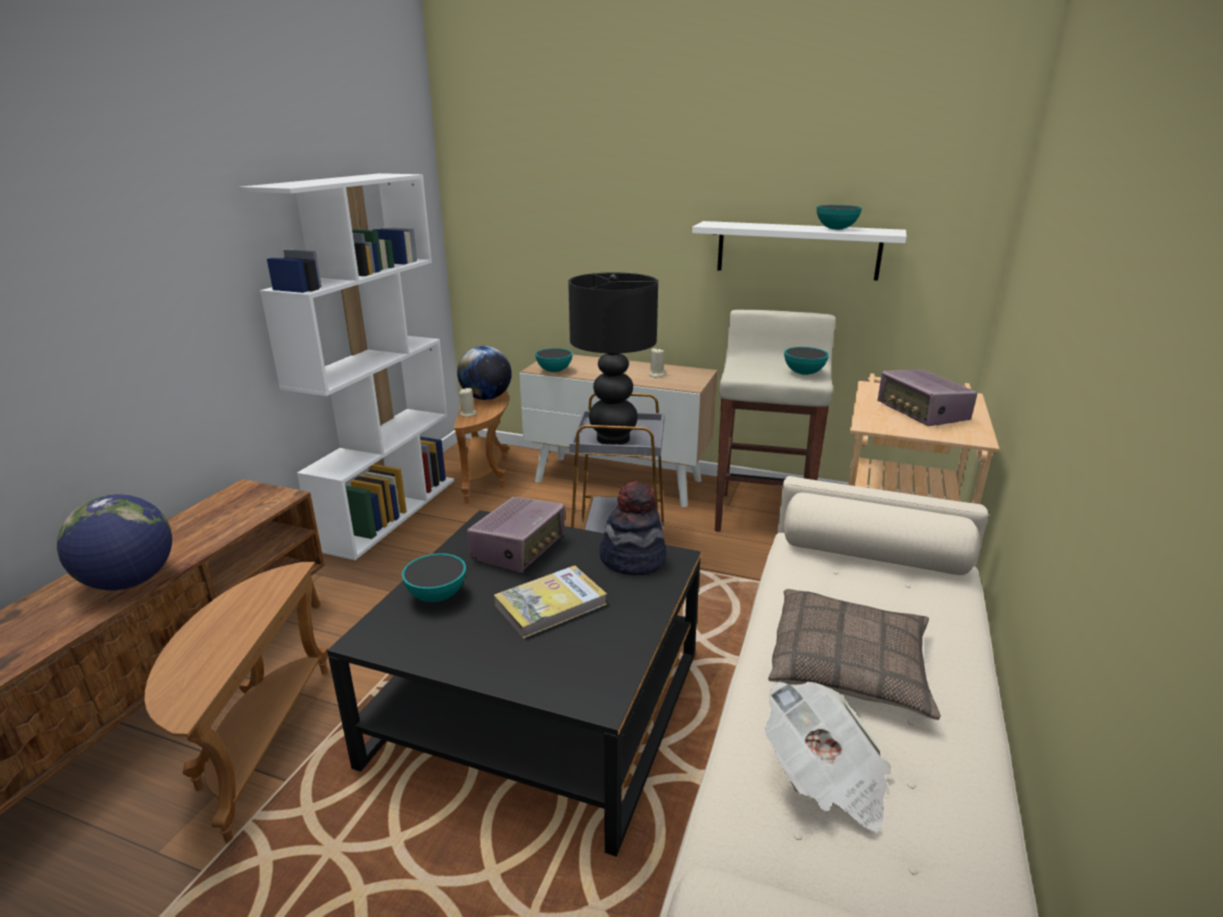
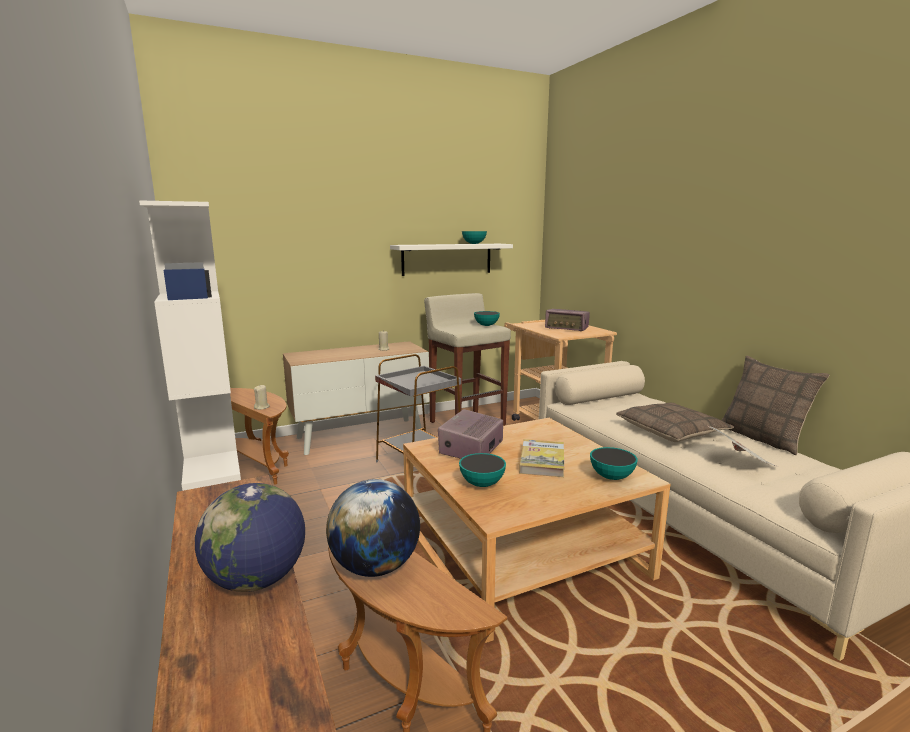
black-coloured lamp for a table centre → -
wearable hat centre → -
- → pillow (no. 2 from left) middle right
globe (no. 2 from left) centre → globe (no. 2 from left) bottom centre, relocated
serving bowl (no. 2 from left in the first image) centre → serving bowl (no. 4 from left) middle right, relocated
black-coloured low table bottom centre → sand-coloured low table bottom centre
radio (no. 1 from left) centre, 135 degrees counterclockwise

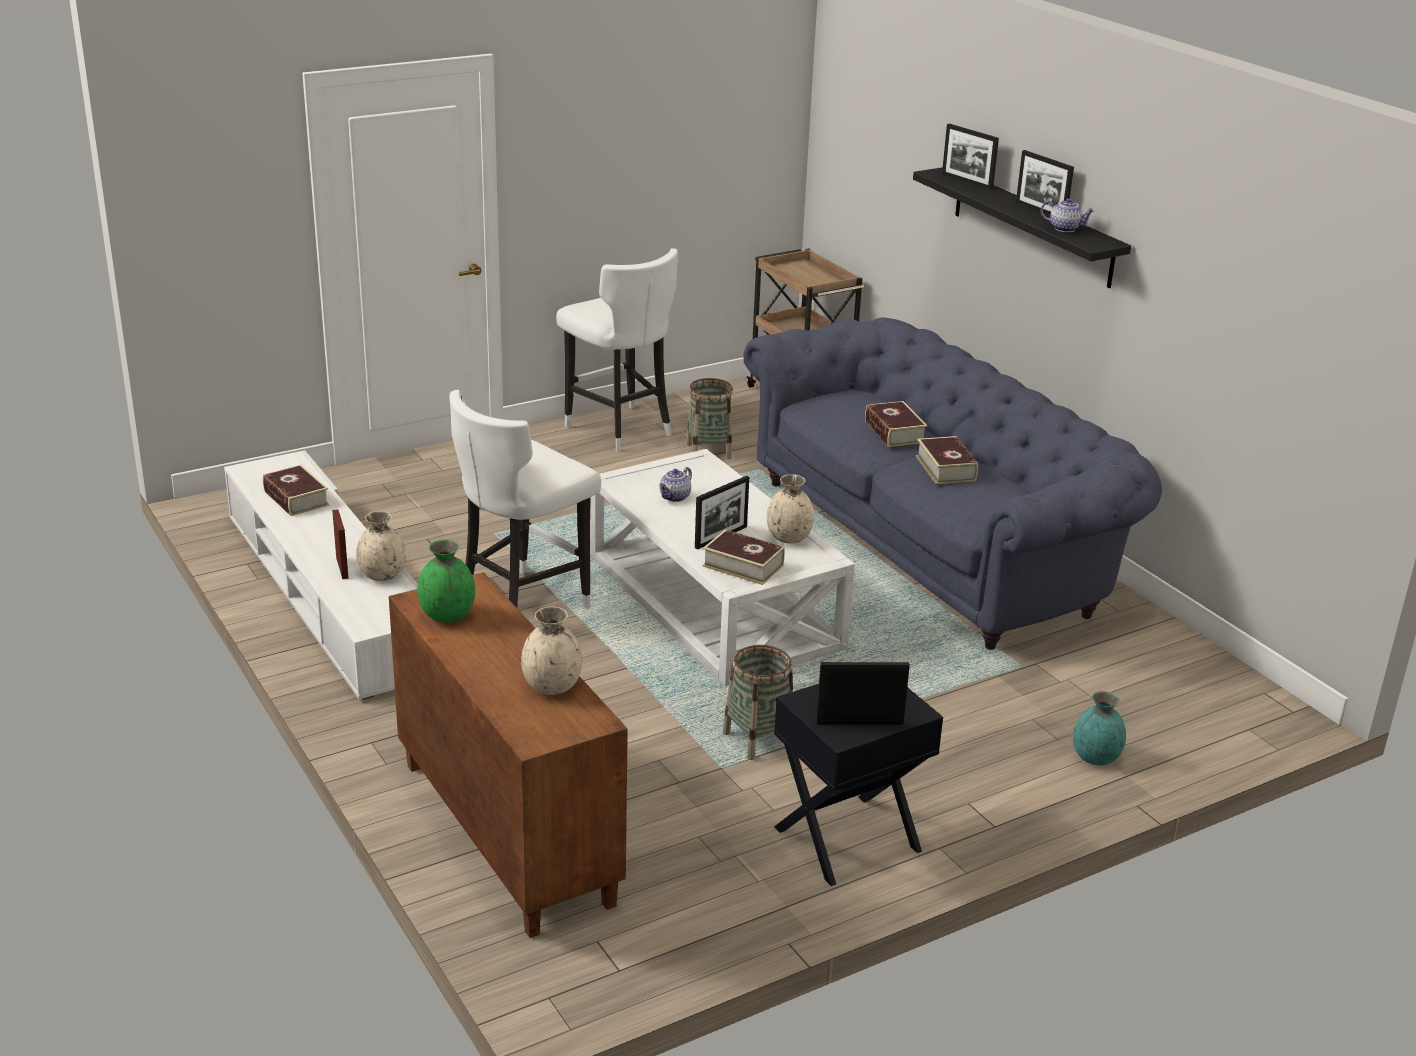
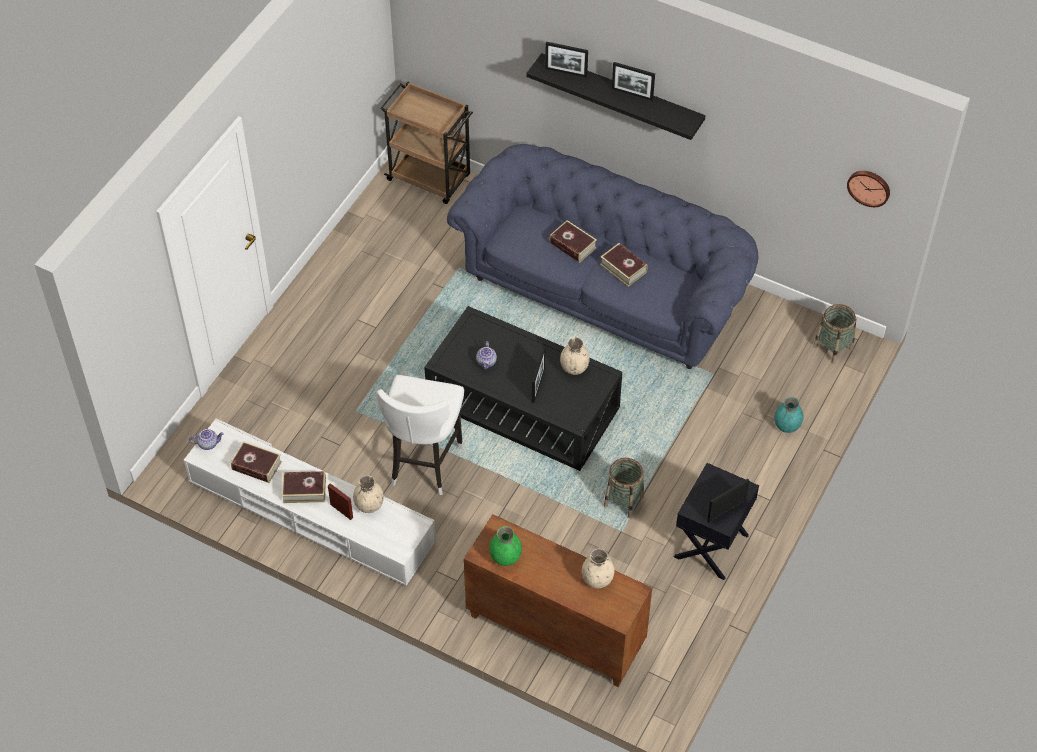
white sitting stool (no. 2 from left) top centre → -
- → clock on the wall top right
basket (no. 1 from left in the first image) centre → basket (no. 2 from left) middle right, relocated
volume (no. 2 from left) centre → volume (no. 2 from left) middle left, relocated
tea pot (no. 2 from left in the first image) top right → tea pot (no. 1 from left) middle left, relocated
white low table centre → black-coloured low table centre

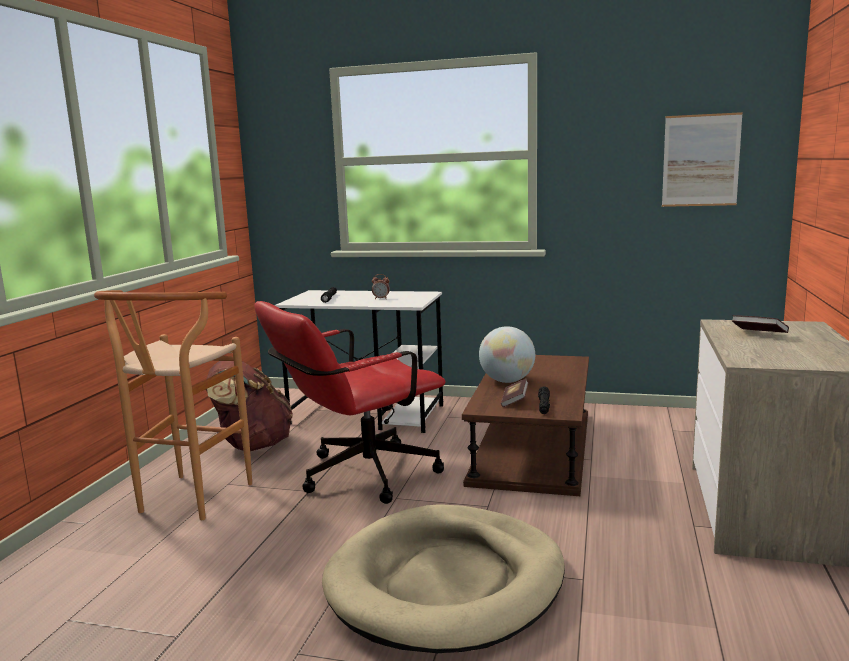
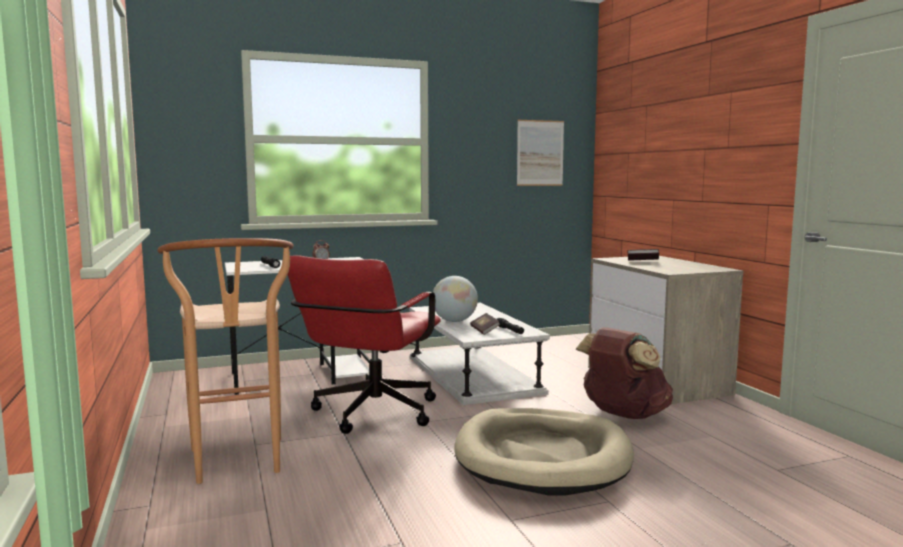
brown backpack middle left → brown backpack bottom right, relocated
brown low table centre → white low table centre

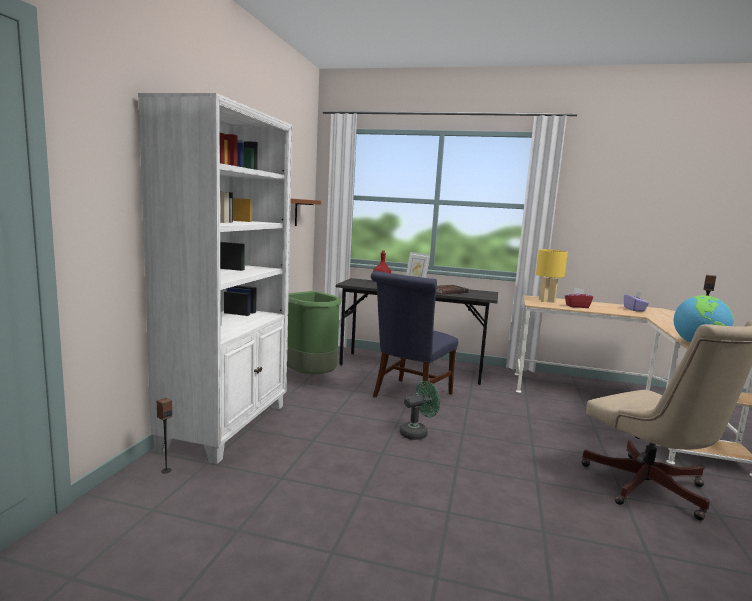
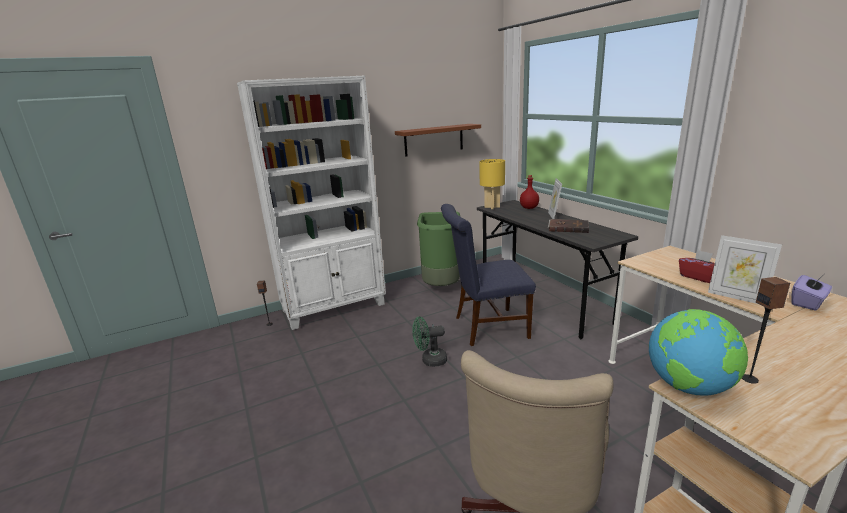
- → standing frame (no. 2 from left) middle right
yellow lamp for a table middle right → yellow lamp for a table centre, relocated
greenish cooling fan bottom centre → greenish cooling fan centre, 150 degrees clockwise

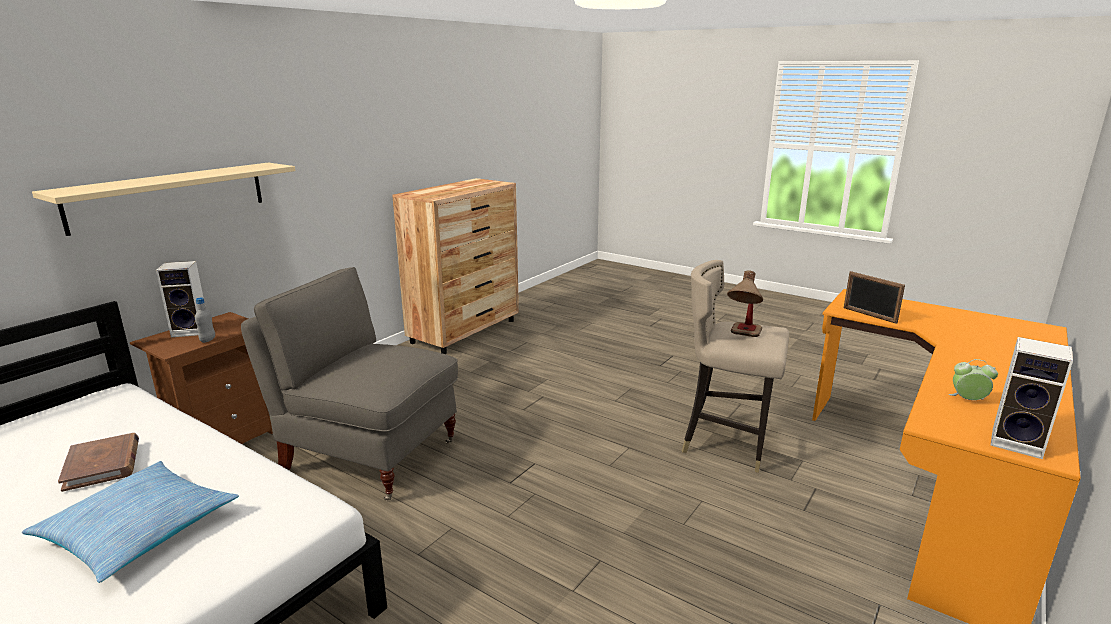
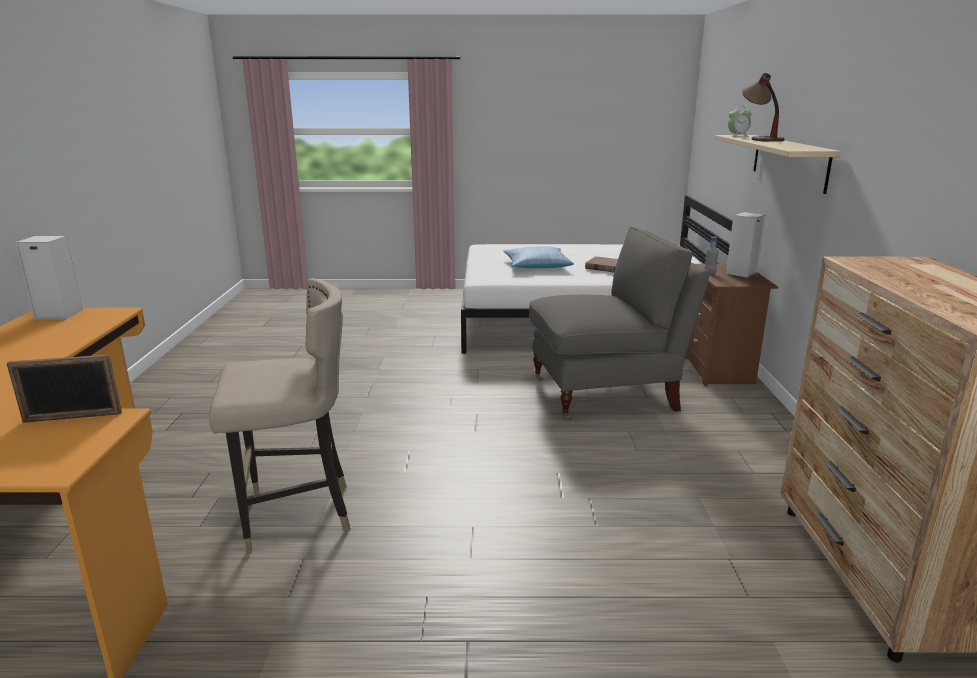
lamp for a table middle right → lamp for a table top right, relocated
table clock middle right → table clock top right, relocated
standing frame middle right → standing frame middle left, 150 degrees clockwise

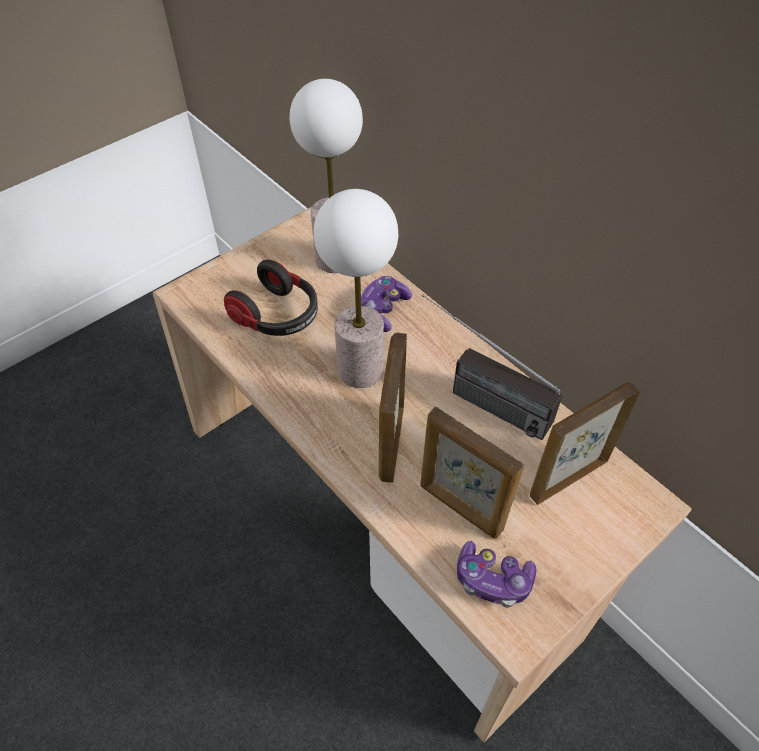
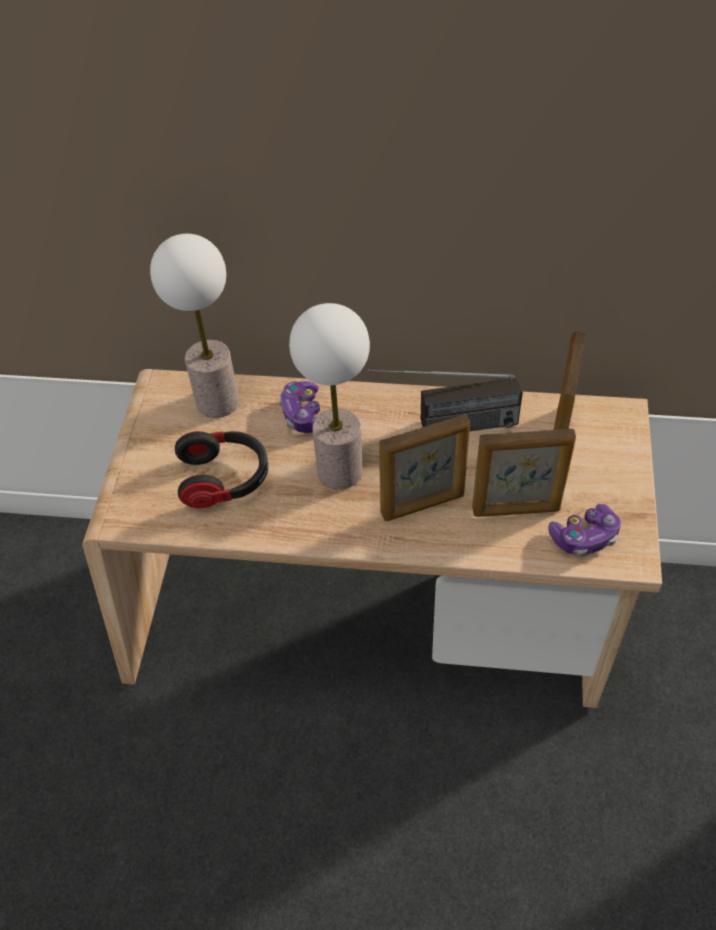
standing frame (no. 1 from left) centre, 75 degrees counterclockwise

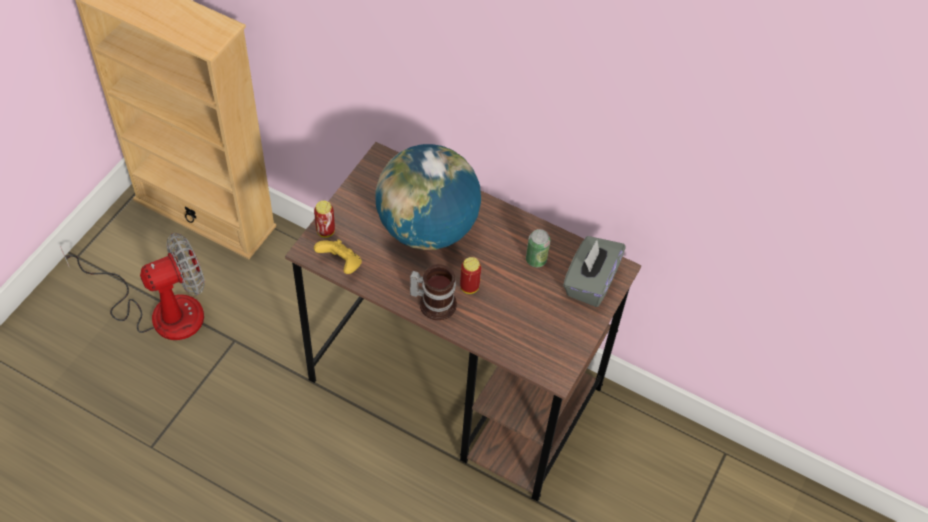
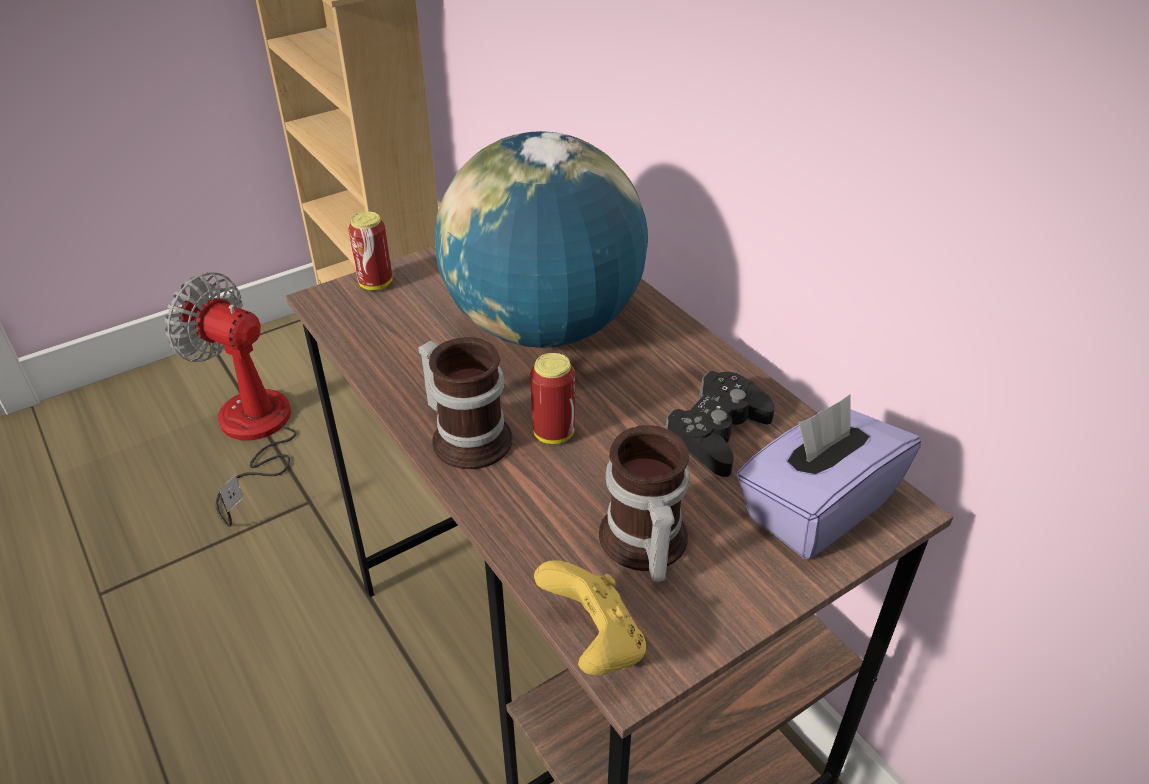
- → mug (no. 2 from left) centre
yellow game controller centre → yellow game controller bottom centre, relocated
sealed can (no. 3 from left) centre → black-coloured game controller centre
gray tissue box centre → purple tissue box middle right
cooling fan middle left, 150 degrees counterclockwise

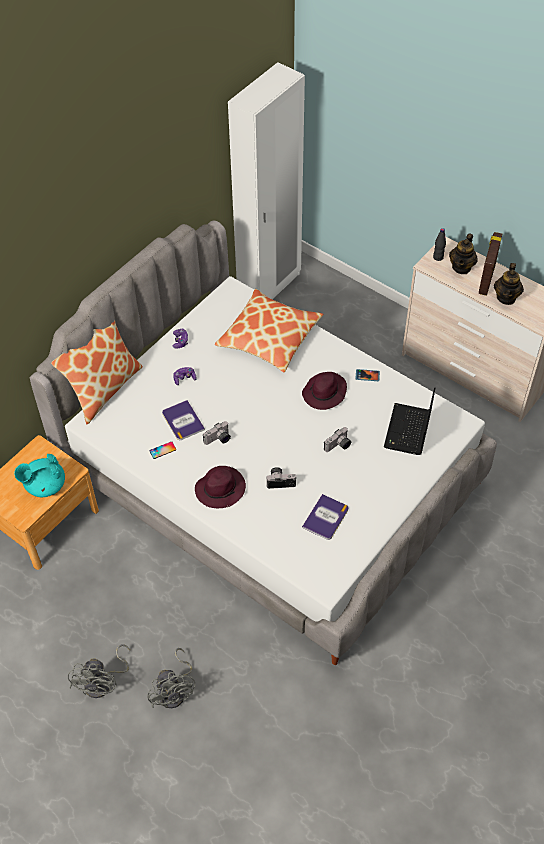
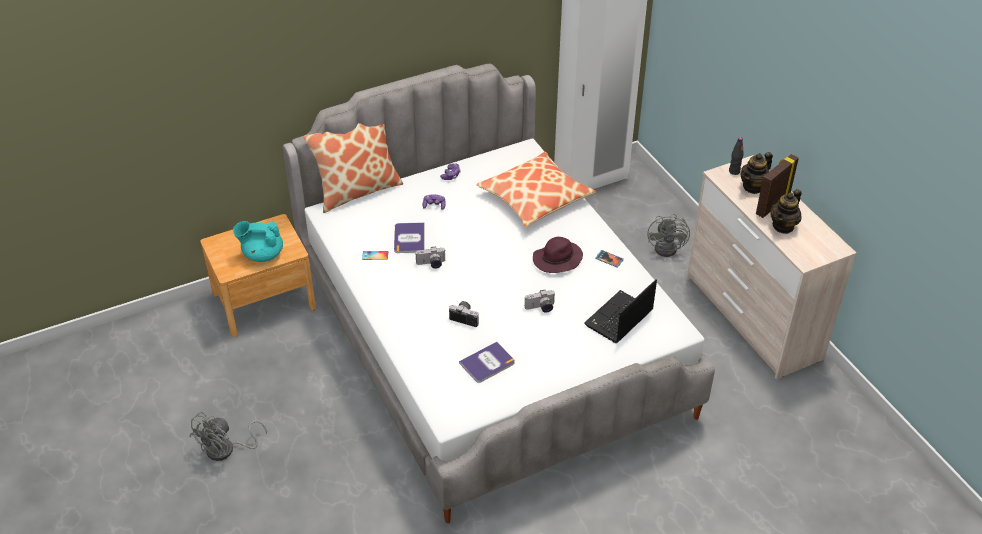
purple wearable hat (no. 1 from left) centre → -
gray cooling fan (no. 2 from left) bottom left → gray cooling fan (no. 2 from left) middle right, relocated

